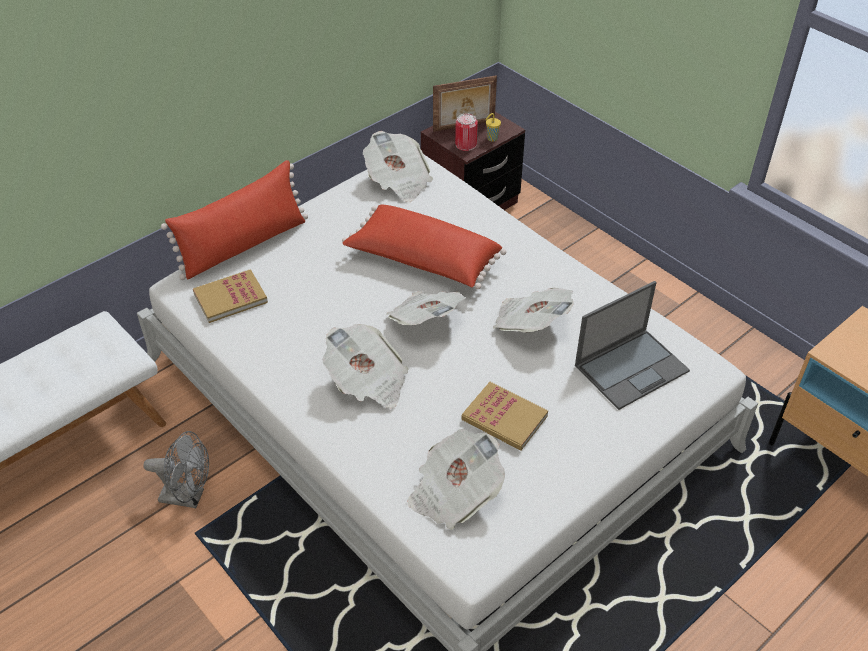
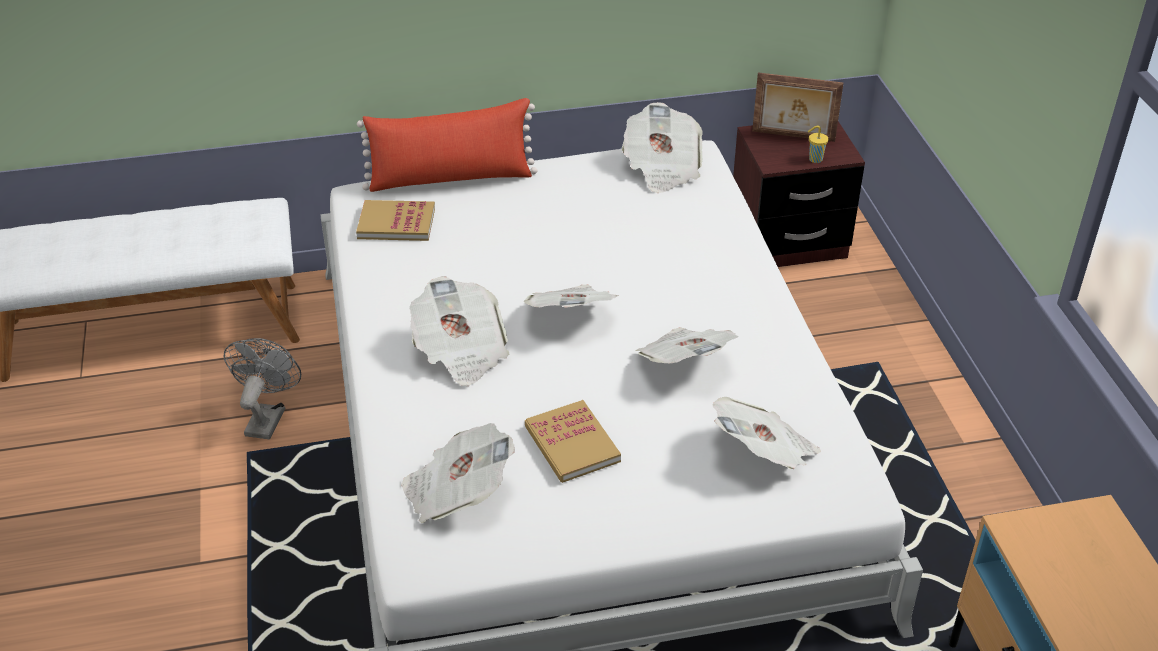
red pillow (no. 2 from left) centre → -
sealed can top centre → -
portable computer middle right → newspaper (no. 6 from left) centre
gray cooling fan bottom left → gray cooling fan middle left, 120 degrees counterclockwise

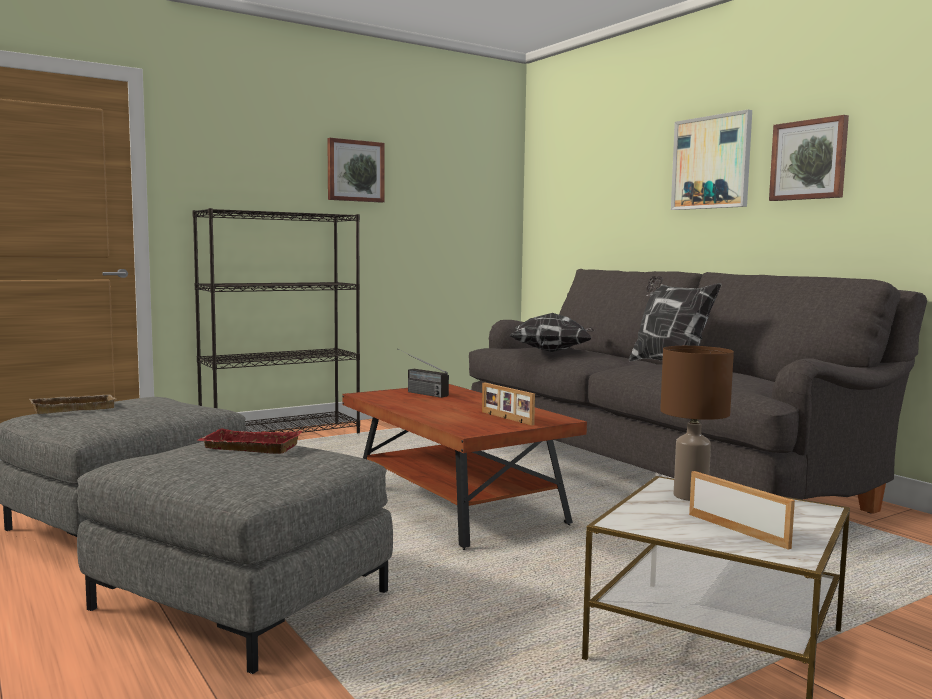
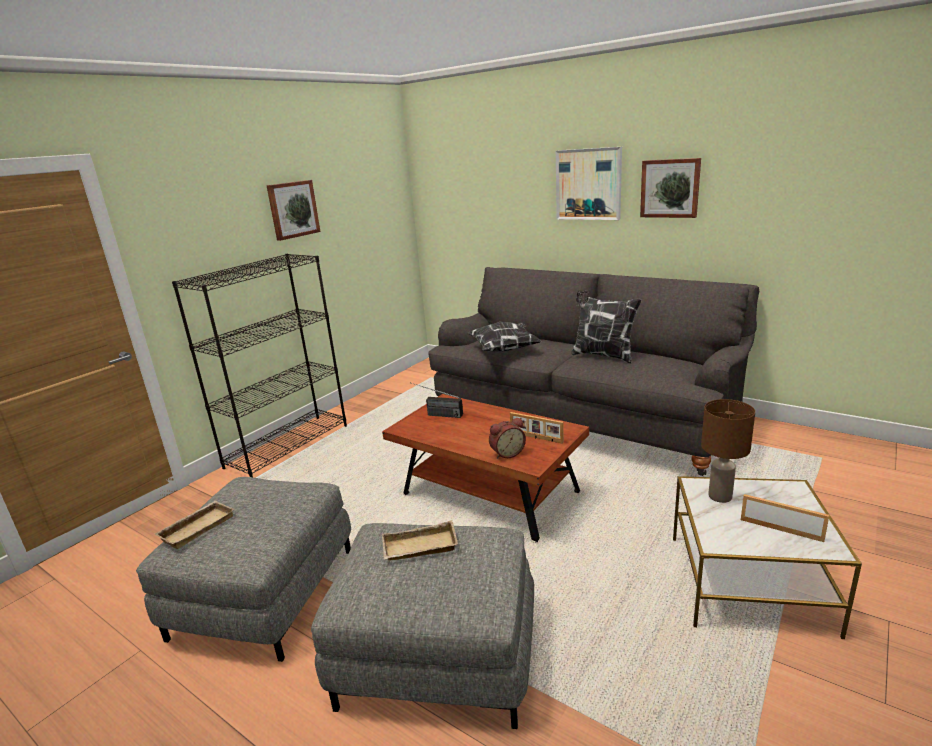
- → table clock centre
red carrying tray middle left → sand-coloured carrying tray (no. 2 from left) bottom centre

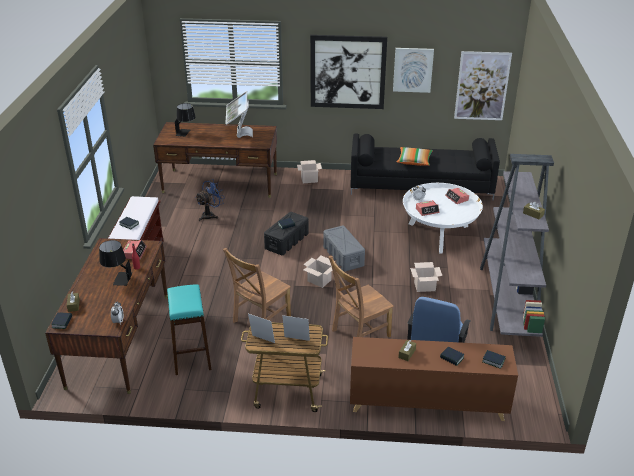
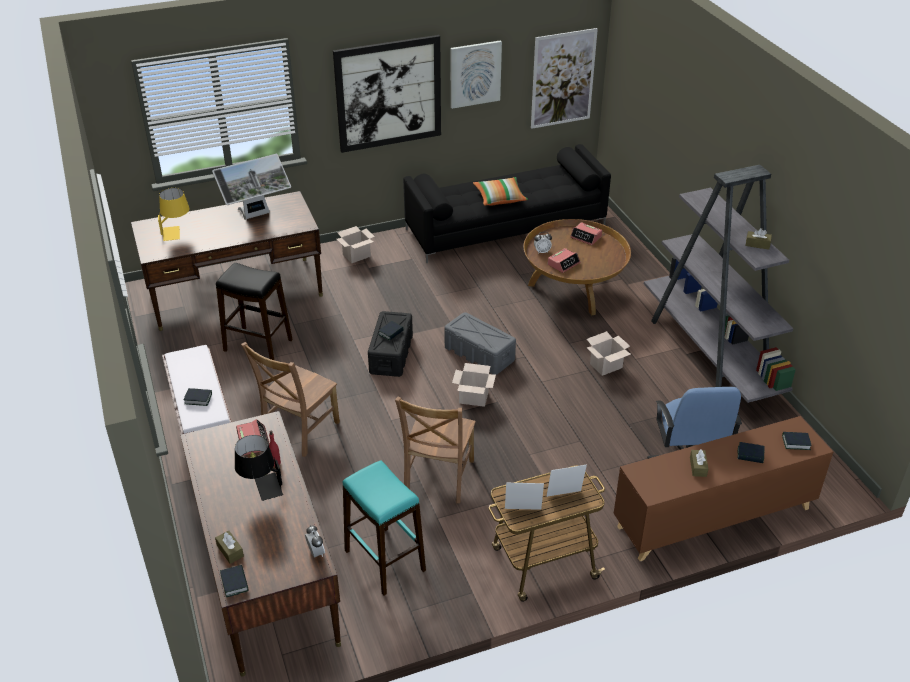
brown chair (no. 2 from left in the first image) centre → brown chair (no. 1 from left) middle left, relocated
blue cooling fan middle left → black-coloured sitting stool middle left
black-coloured lamp for a table (no. 2 from left) top left → yellow lamp for a table top left
white low table middle right → brown low table centre
computer screen top centre → computer screen top left, 90 degrees counterclockwise

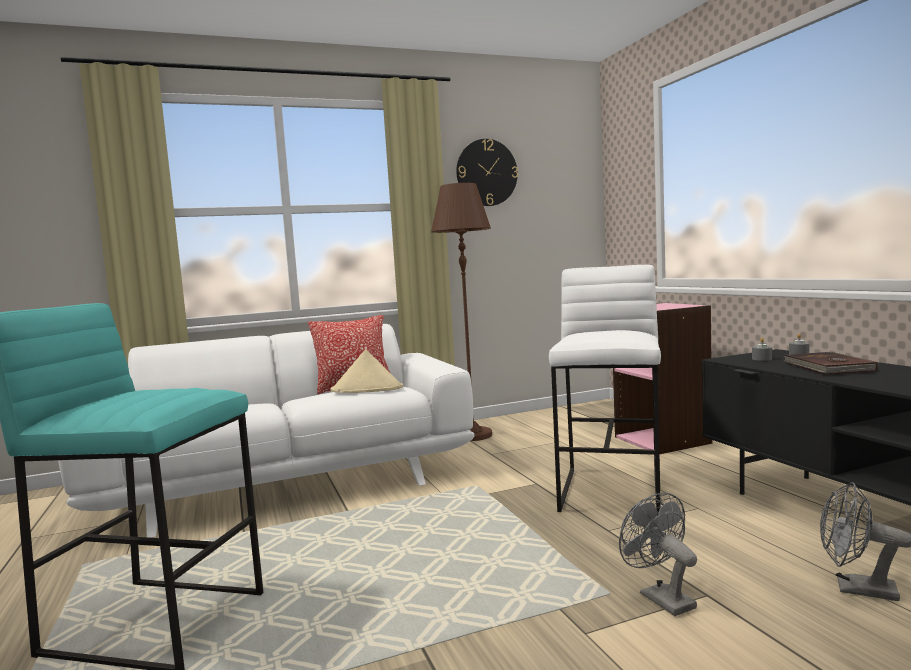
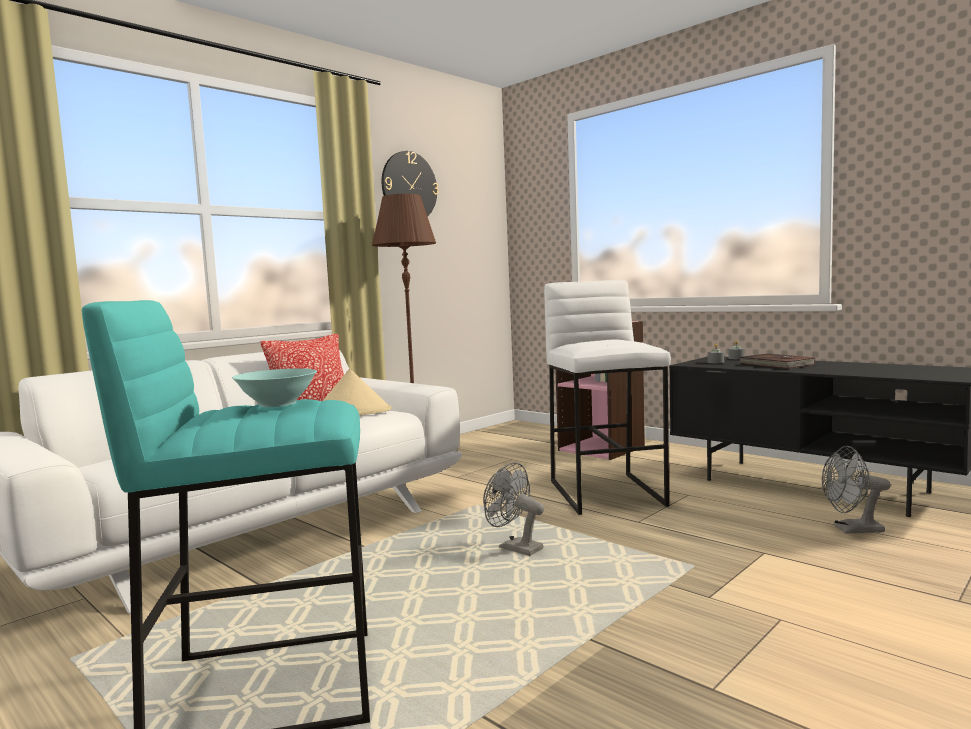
- → turquoise-coloured serving bowl middle left
gray cooling fan (no. 1 from left) bottom right → gray cooling fan (no. 1 from left) bottom centre, relocated

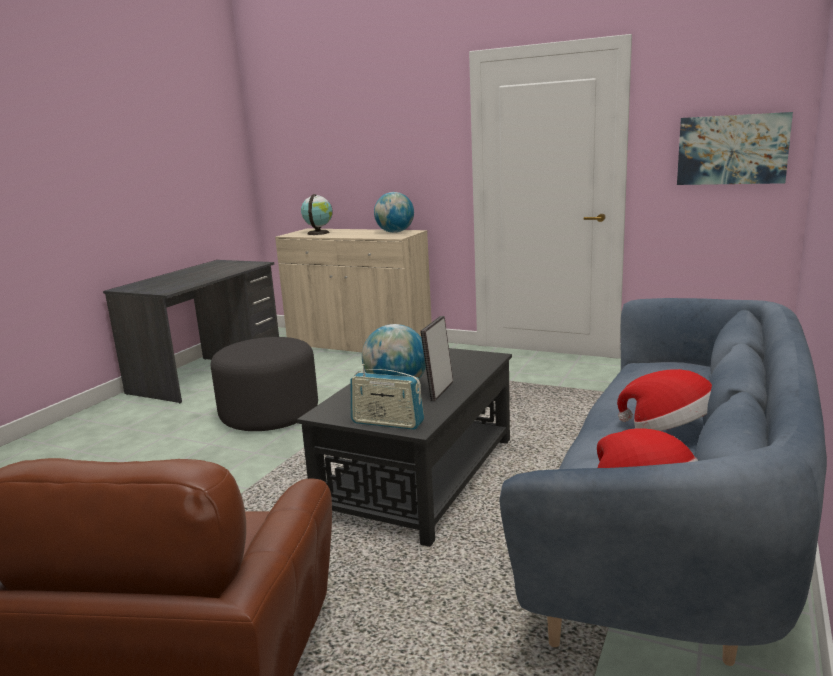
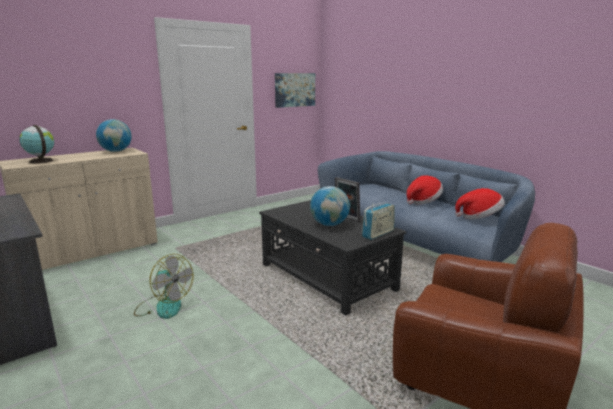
gray ottoman middle left → cooling fan bottom left

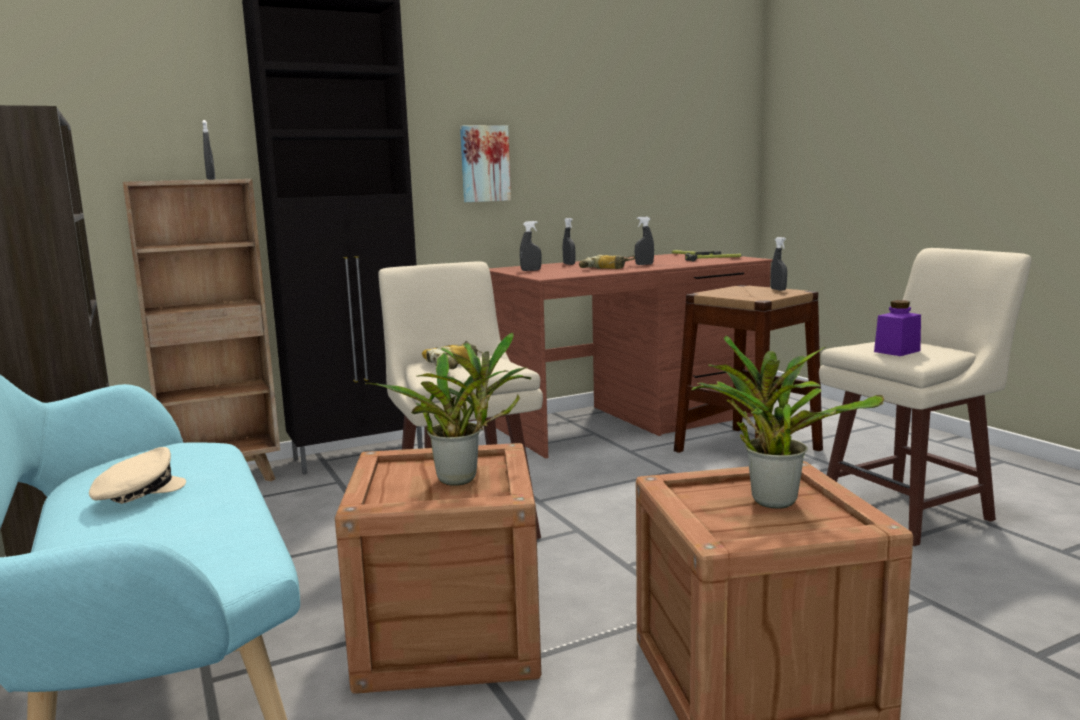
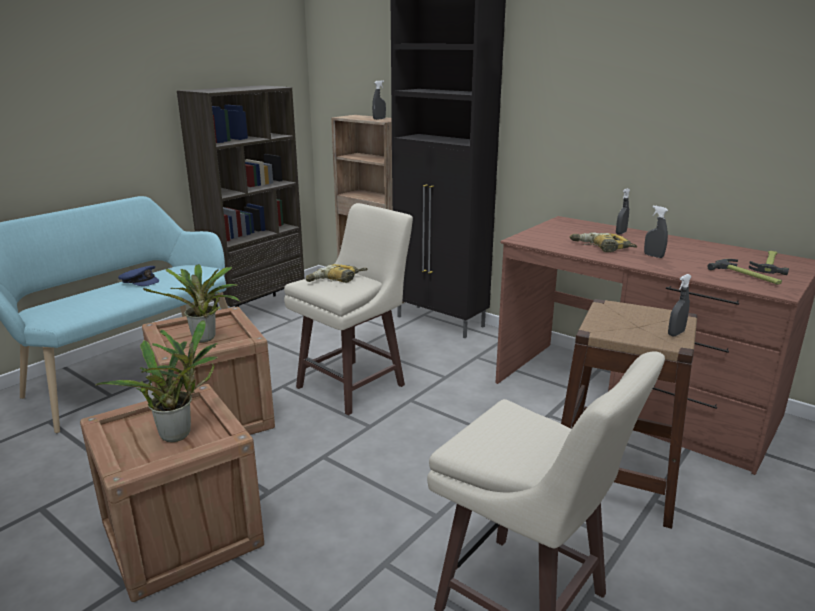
wall art top centre → -
gray spray bottle (no. 2 from left) centre → -
purple jar middle right → -
sand-coloured peaked cap middle left → blue peaked cap middle left

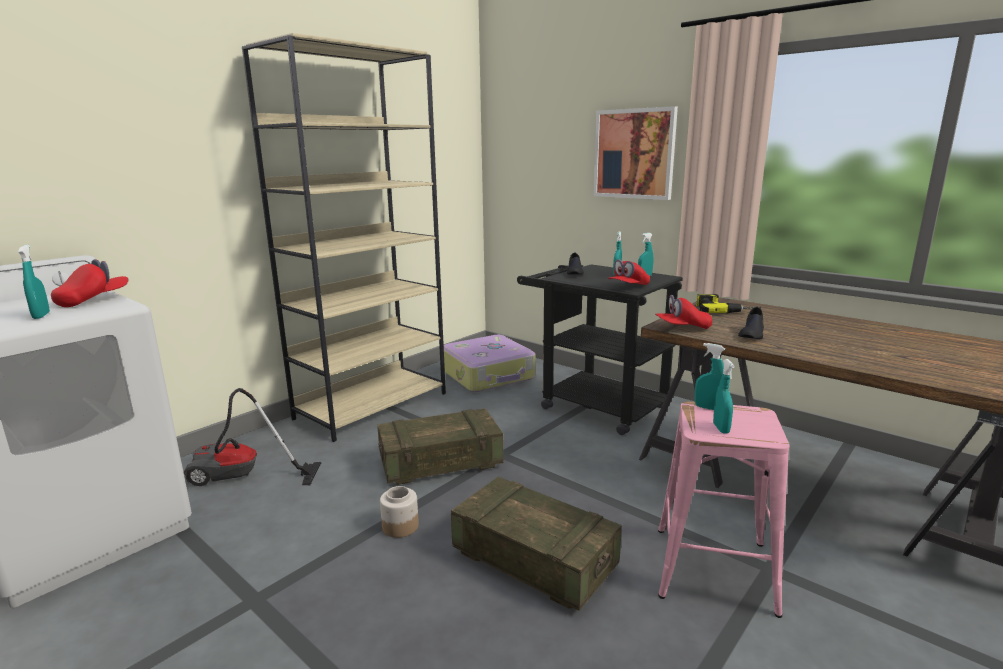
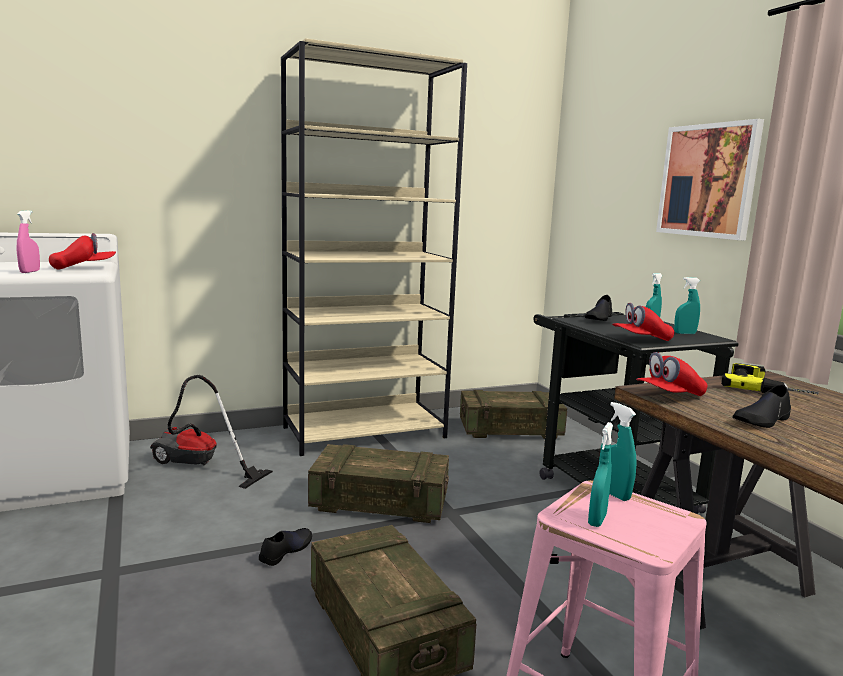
jar bottom centre → black-coloured low shoe (no. 1 from left) bottom centre
suitcase centre → packing crate (no. 3 from left) centre
turquoise-coloured spray bottle (no. 1 from left) middle left → pink spray bottle middle left
red peaked cap (no. 3 from left) middle right, 45 degrees counterclockwise

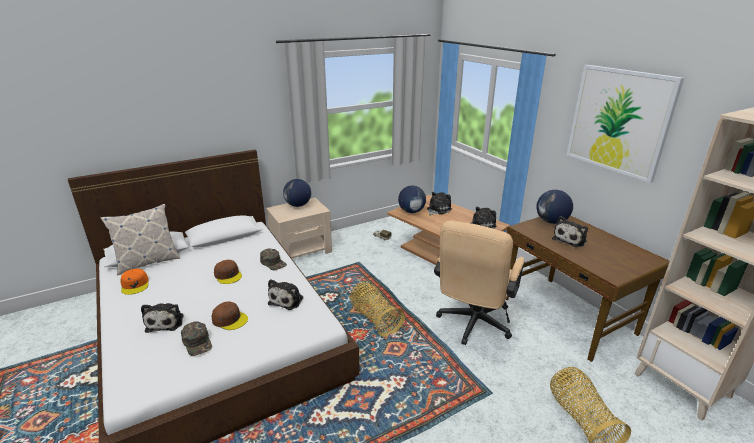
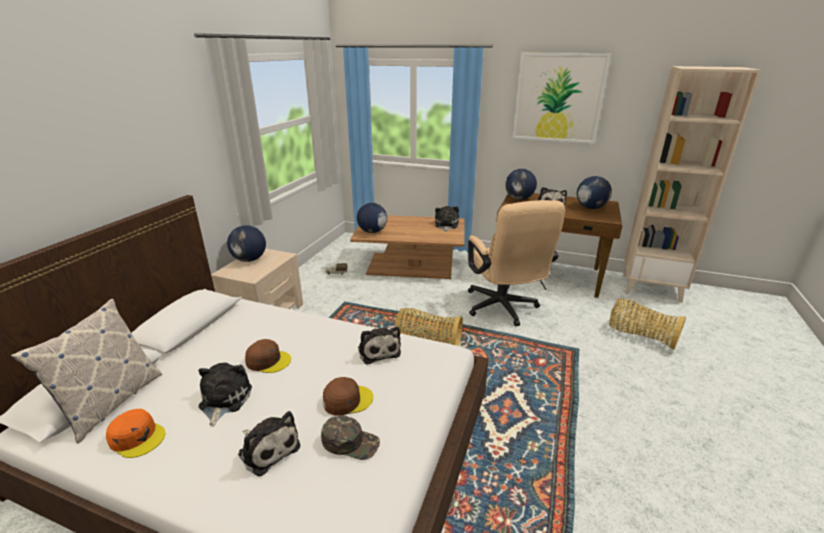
greenish peaked cap (no. 2 from left) centre → -
- → globe (no. 4 from left) middle right
plush toy (no. 3 from left in the first image) centre → plush toy (no. 1 from left) bottom left, relocated

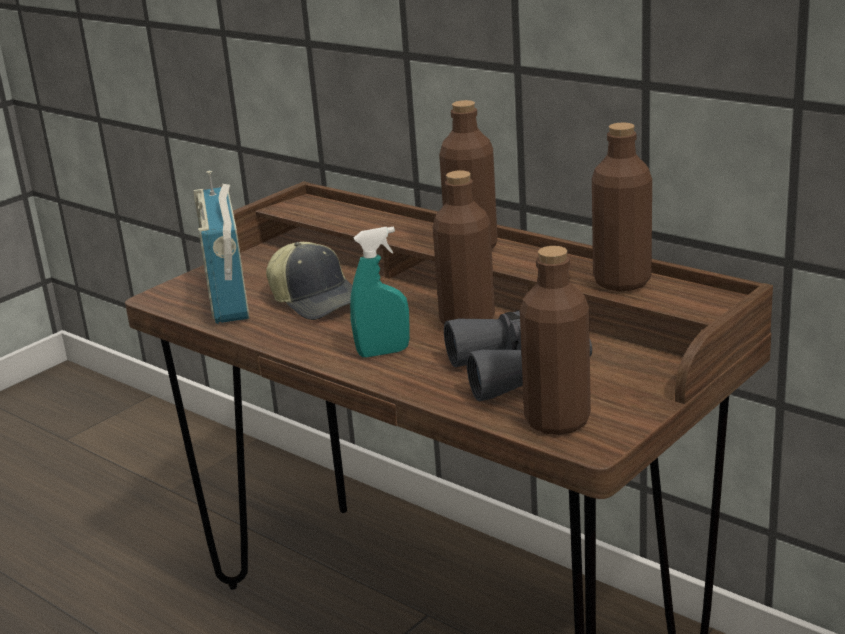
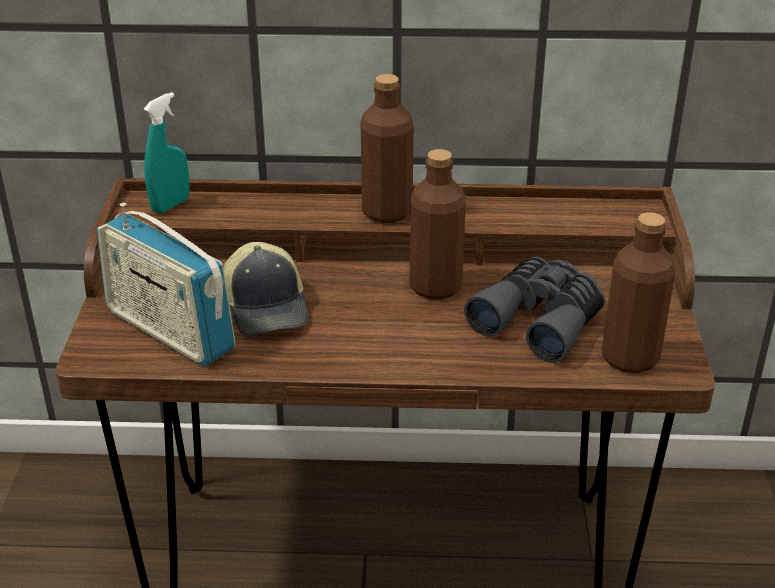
brown bottle (no. 4 from left) top right → -
turquoise-coloured spray bottle centre → turquoise-coloured spray bottle top left, relocated
peaked cap centre, 60 degrees clockwise

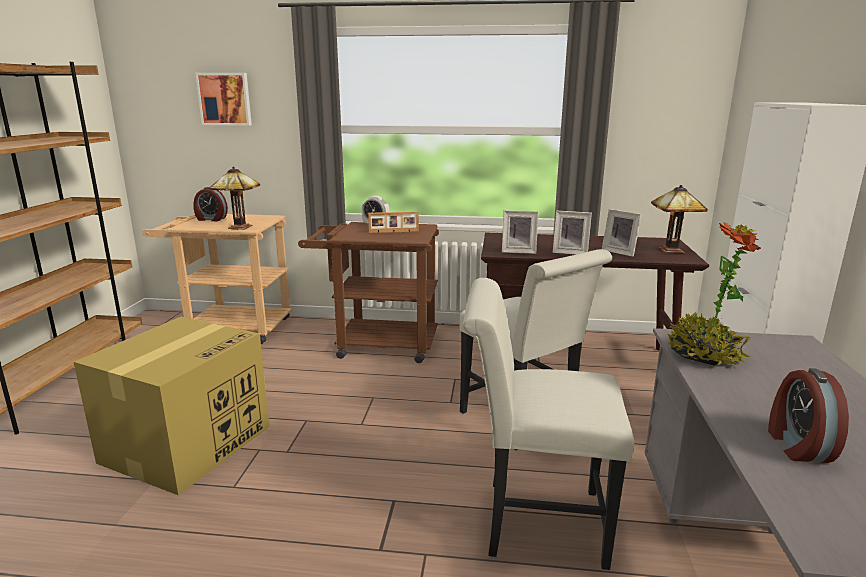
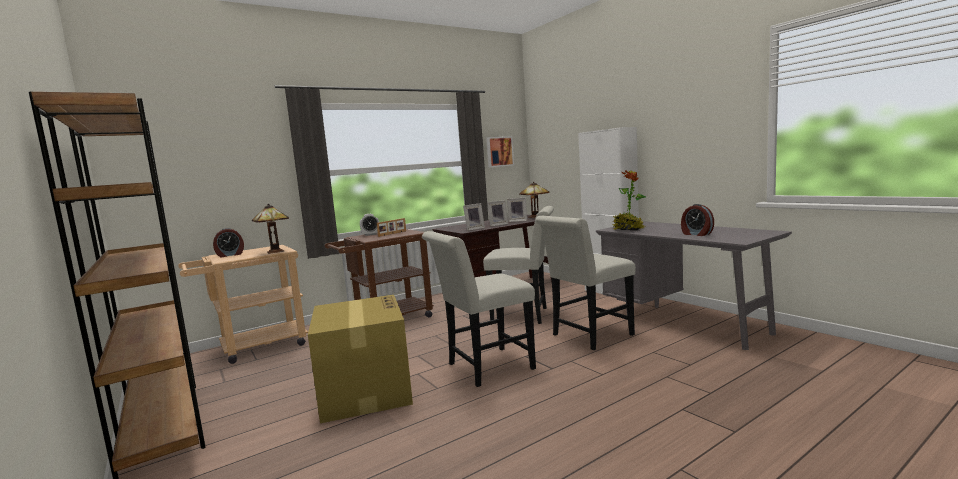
- → white chair (no. 1 from left) centre
wall art top left → wall art top centre, relocated

